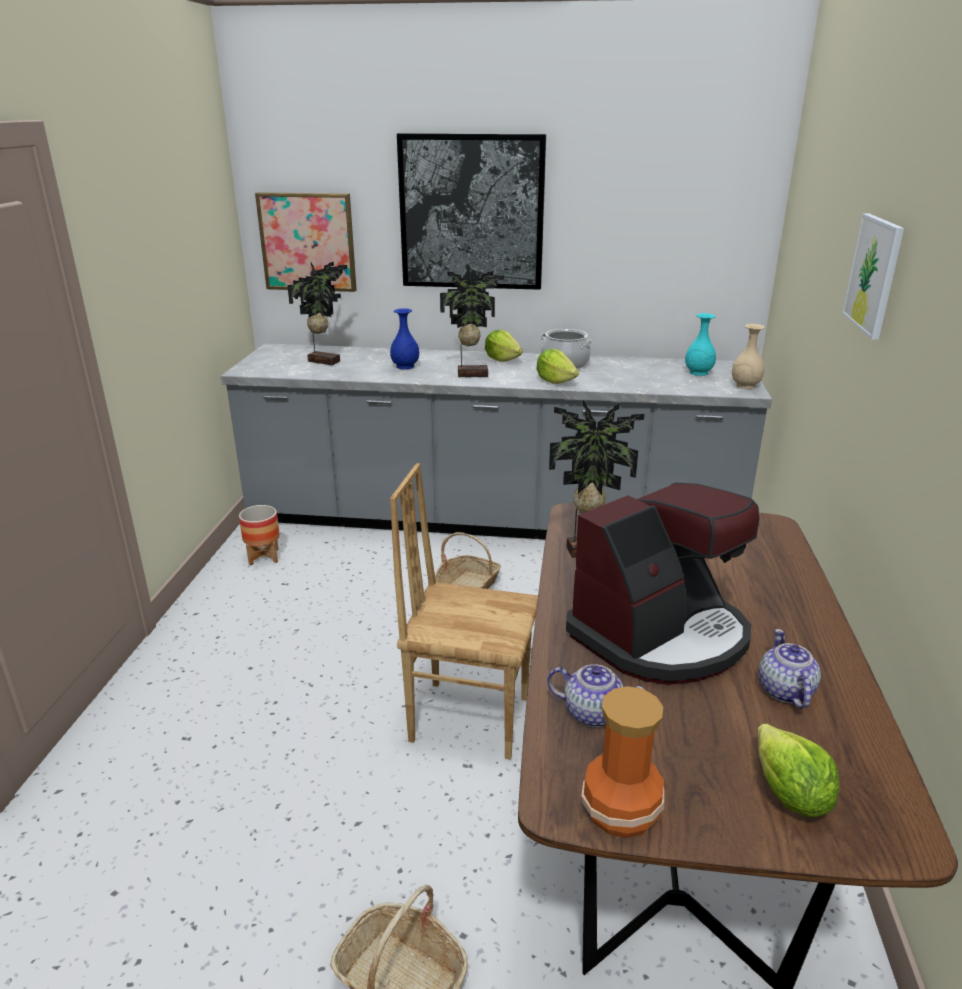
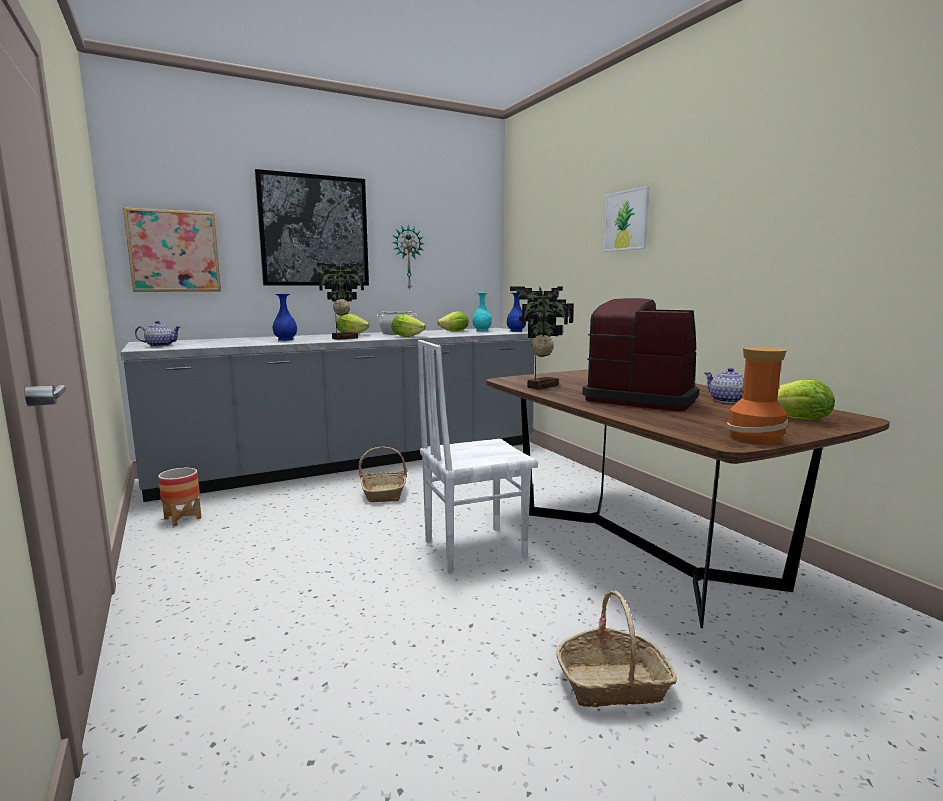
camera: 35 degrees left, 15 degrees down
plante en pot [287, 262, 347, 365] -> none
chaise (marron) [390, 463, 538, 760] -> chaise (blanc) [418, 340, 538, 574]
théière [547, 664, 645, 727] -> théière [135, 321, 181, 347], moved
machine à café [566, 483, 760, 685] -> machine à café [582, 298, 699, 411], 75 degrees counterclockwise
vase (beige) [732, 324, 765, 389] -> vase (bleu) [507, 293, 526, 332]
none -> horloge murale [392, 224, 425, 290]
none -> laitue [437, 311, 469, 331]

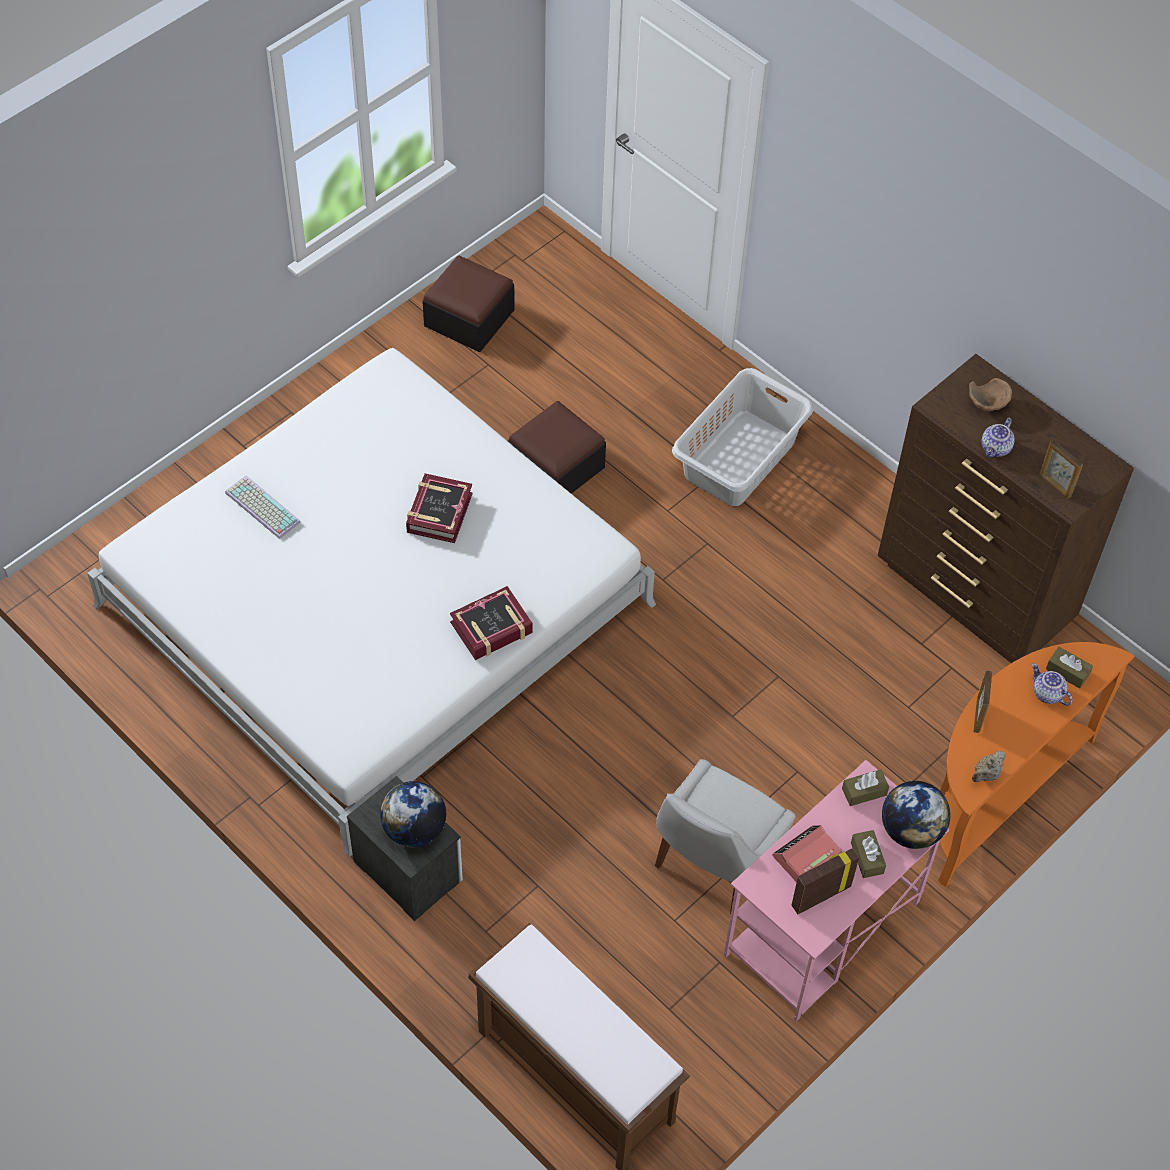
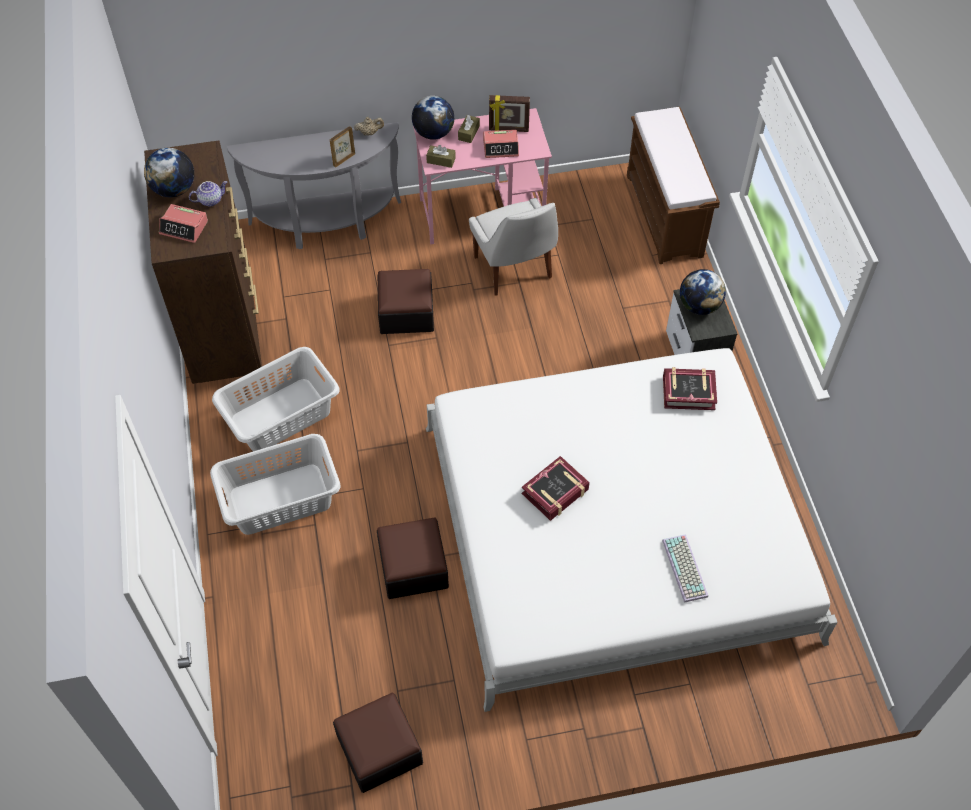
camera: 145 degrees left, 0 degrees up
livre [450, 586, 533, 660] -> livre [663, 367, 717, 410], moved
chaise (blanc) [655, 759, 795, 914] -> chaise (blanc) [469, 198, 558, 296], 90 degrees clockwise
table console (orange) [938, 642, 1134, 887] -> table console (gris) [227, 122, 401, 249]
bol (marron) [969, 378, 1012, 411] -> réveil [159, 204, 208, 243]
théière [1032, 663, 1073, 706] -> none
cadre photo [1039, 440, 1083, 499] -> none
boîte à mouchoirs (marron) [1046, 647, 1093, 689] -> none
none -> globe [144, 148, 194, 197]
none -> panier à linge (gris) [212, 347, 340, 451]
none -> pouf [378, 269, 434, 334]

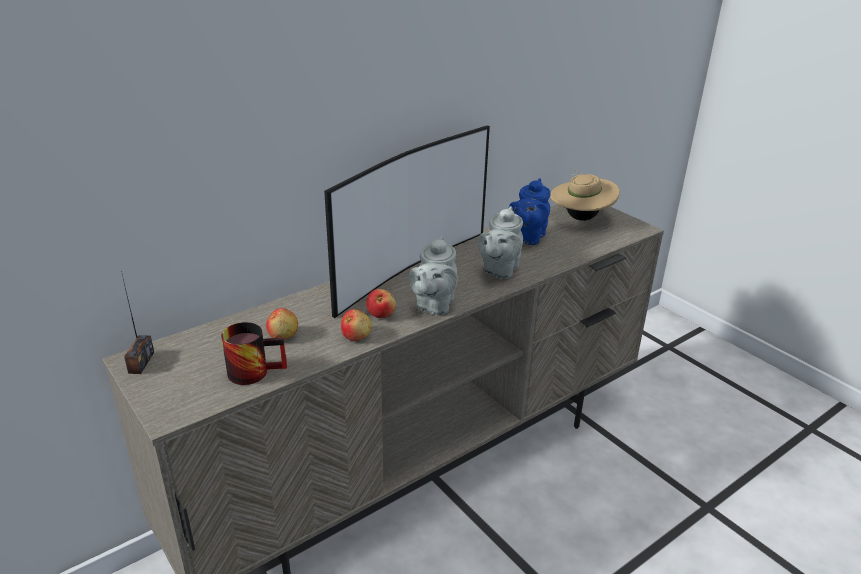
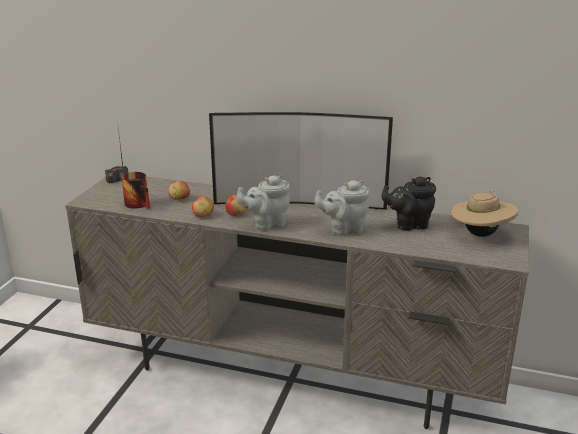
camera: 55 degrees right, 5 degrees down
théière (bleu) [508, 178, 551, 245] -> théière (noir) [382, 177, 436, 231]

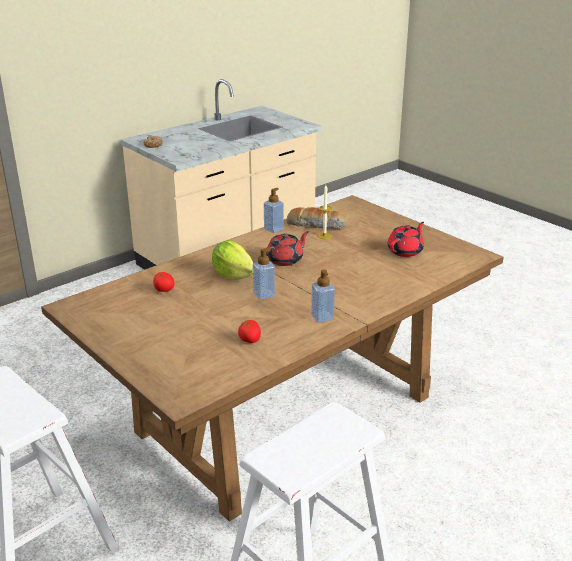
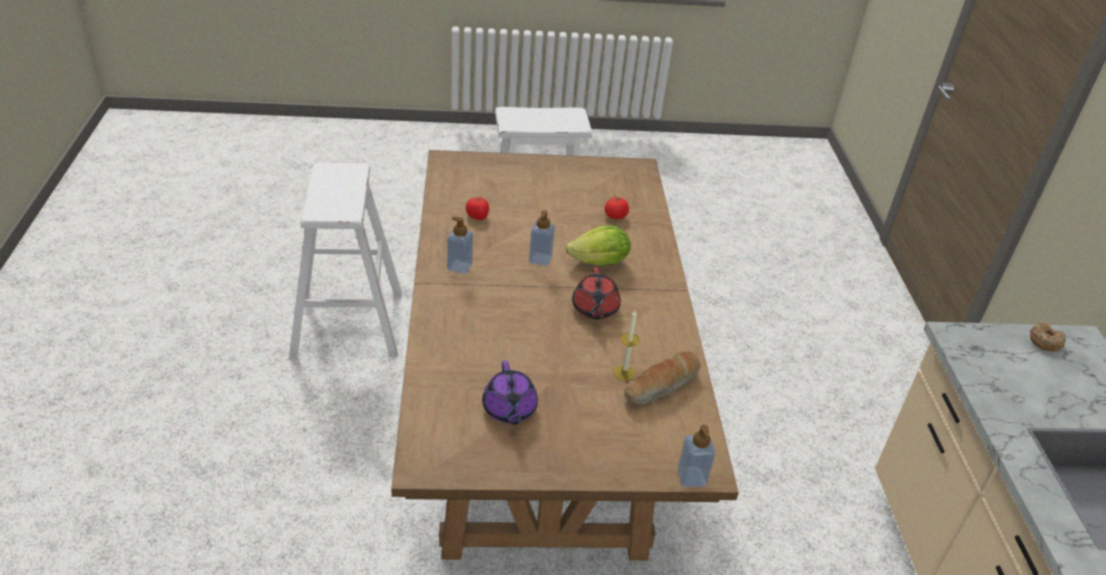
camera: 125 degrees right, 10 degrees up
distributeur de savon [264, 188, 284, 233] -> distributeur de savon [677, 425, 716, 488], moved
théière (rouge) [387, 222, 424, 257] -> théière (violet) [482, 361, 538, 425]

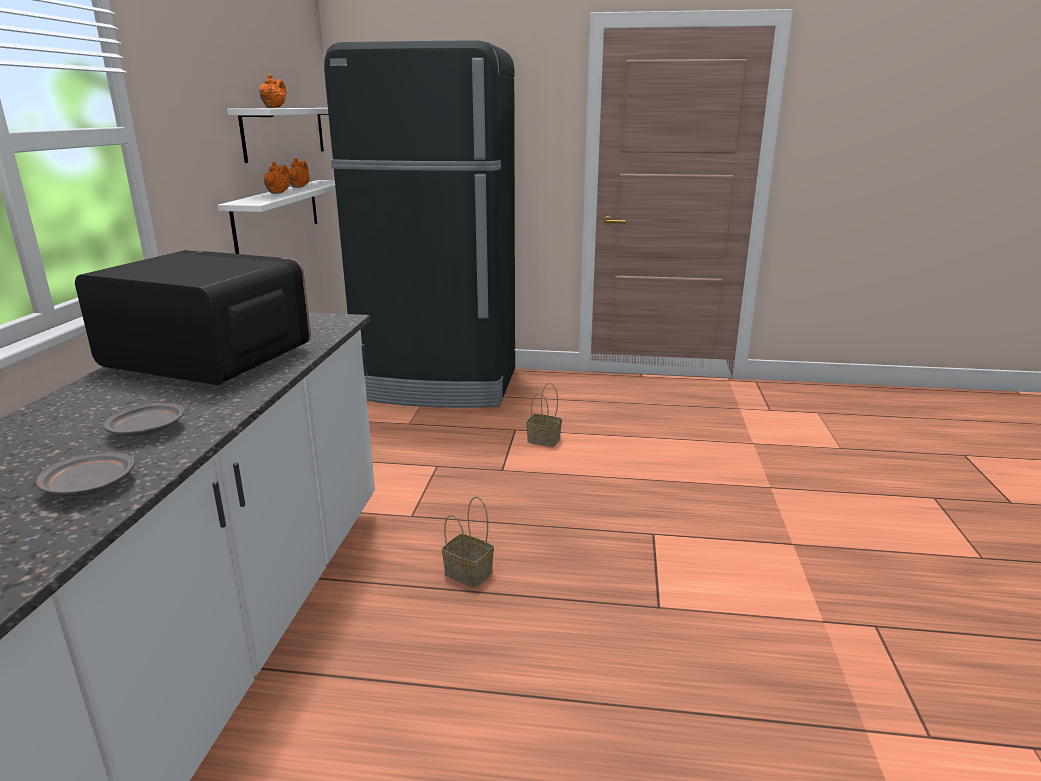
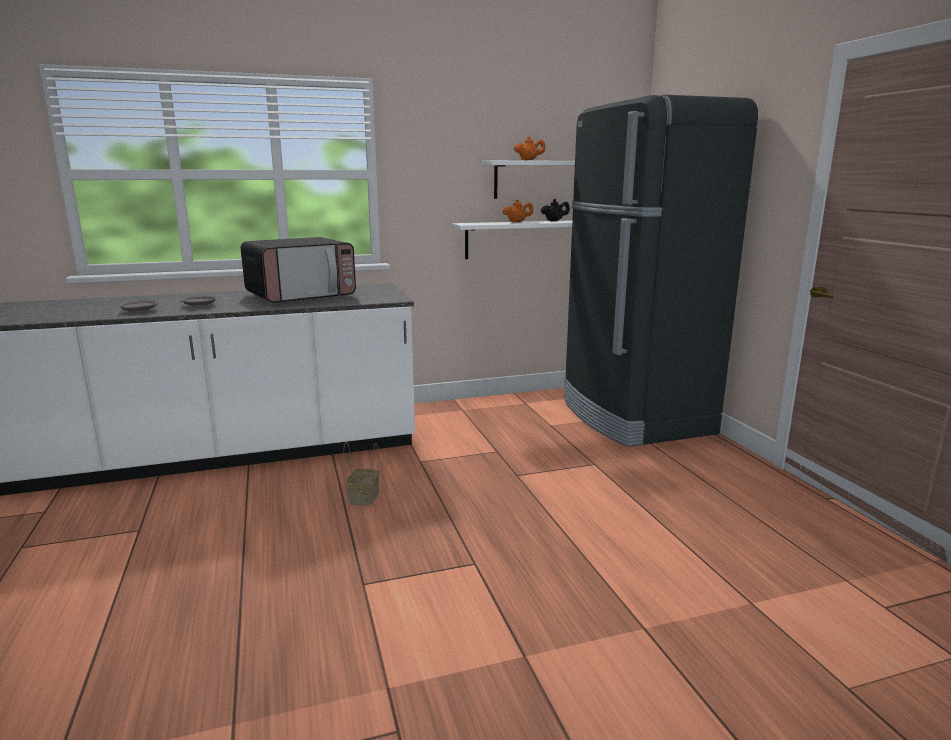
camera: 65 degrees right, 5 degrees down
micro-ondes [75, 250, 311, 385] -> micro-ondes [241, 237, 356, 303], 60 degrees clockwise
théière (orange) [288, 158, 310, 188] -> théière (noir) [541, 199, 570, 221]
panier [526, 383, 562, 447] -> none

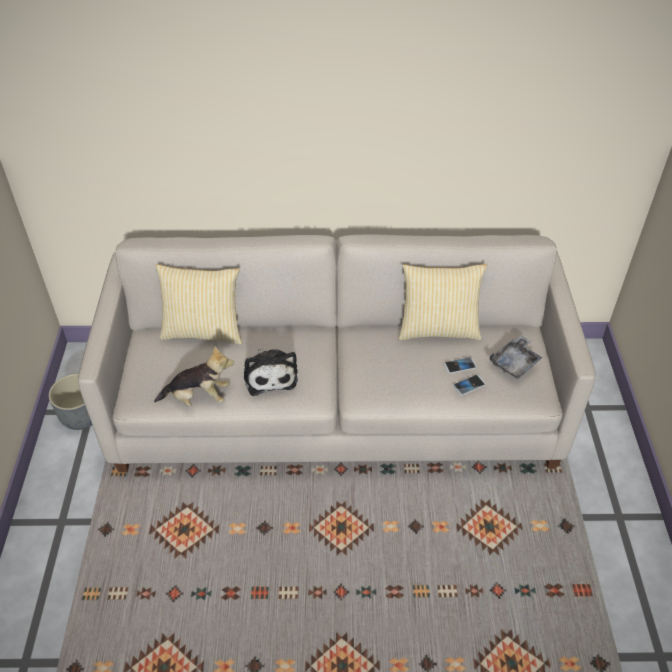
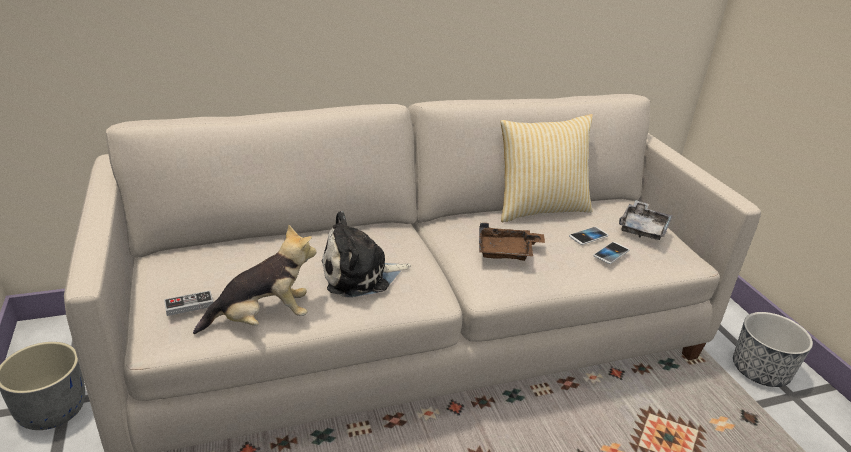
camera: 20 degrees left, 15 degrees down
coussin [156, 264, 242, 344] -> none
peluche [244, 349, 298, 396] -> peluche [322, 211, 410, 297], 105 degrees clockwise
none -> manette [164, 290, 213, 316]
none -> plateau (marron) [479, 223, 545, 261]
none -> cache-pot [733, 312, 813, 387]

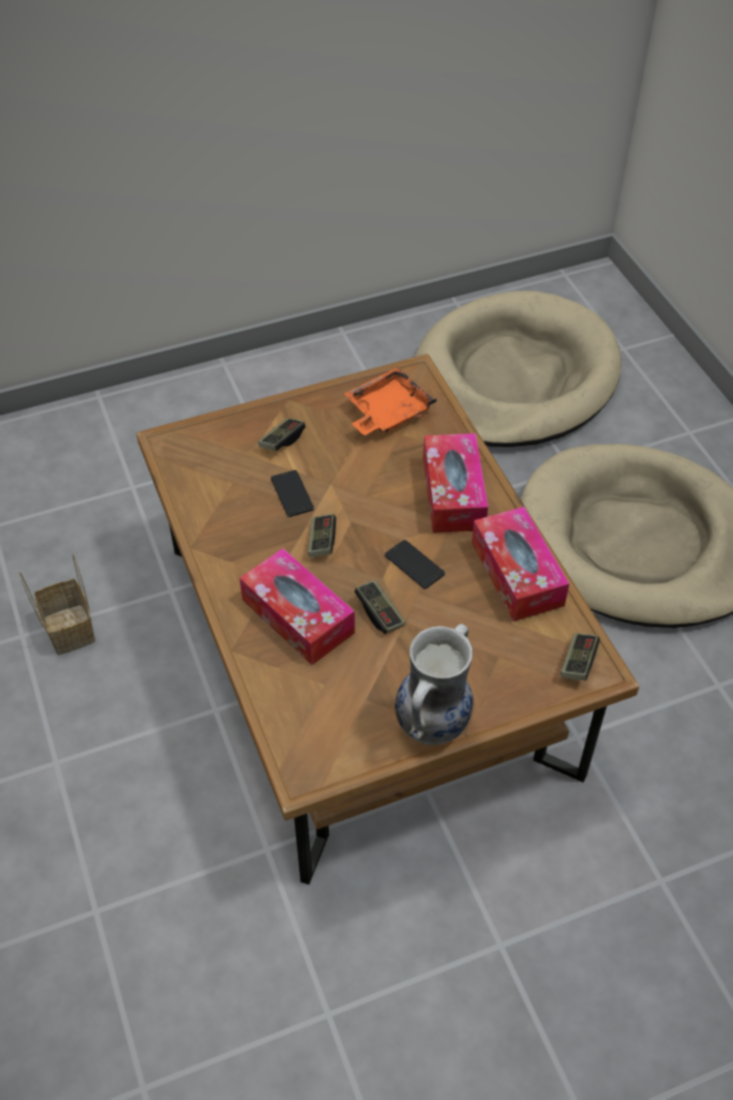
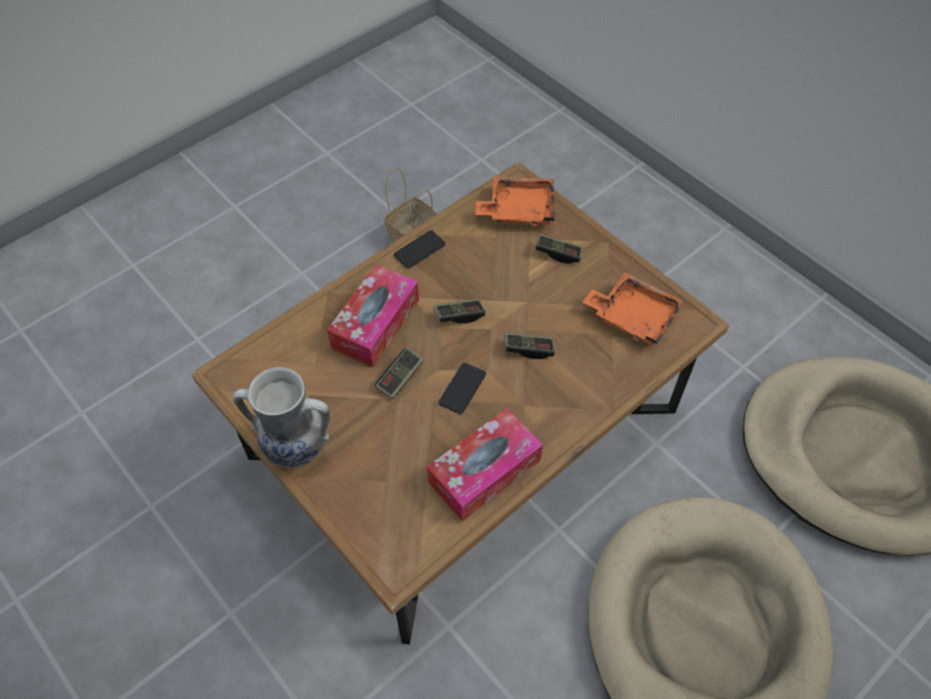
camera: 70 degrees right, 5 degrees up
téléphone [271, 470, 314, 517] -> téléphone [394, 230, 446, 269], moved
boîte à mouchoirs [423, 433, 488, 533] -> none
manette [561, 633, 600, 681] -> manette [504, 332, 555, 359], moved
none -> plateau (orange) [475, 176, 554, 226]

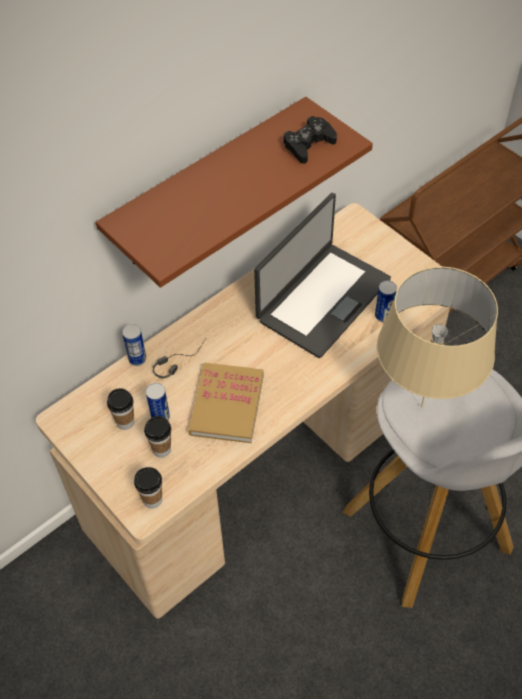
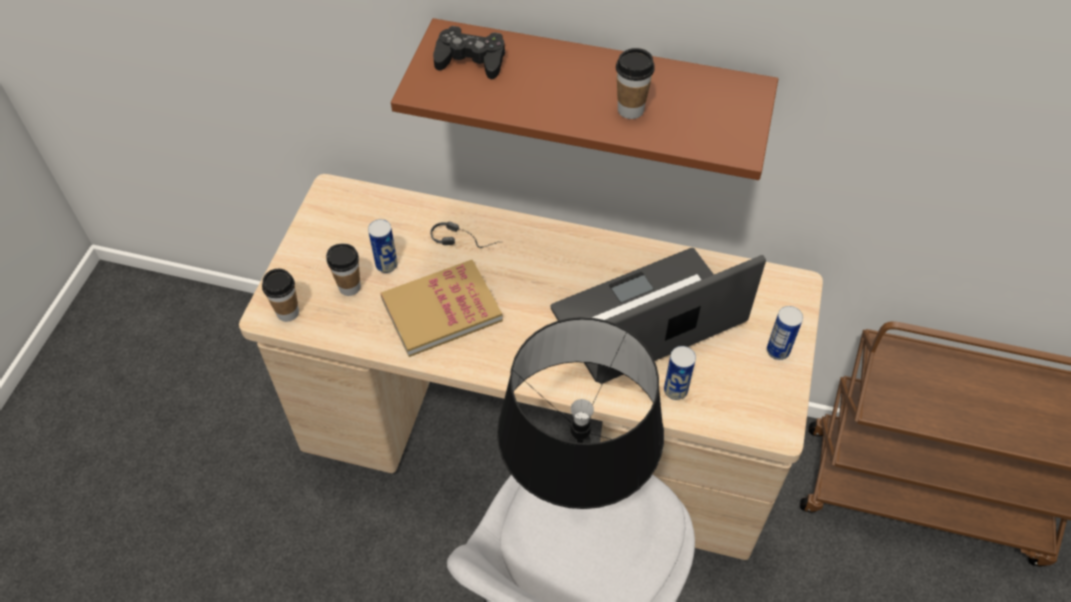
camera: 55 degrees right, 0 degrees up
tasse [107, 388, 134, 430] -> tasse [616, 48, 655, 119], moved
boîte métallique [122, 324, 146, 366] -> boîte métallique [767, 306, 803, 360], moved
ordinateur portable [254, 193, 391, 358] -> ordinateur portable [551, 248, 766, 384], 150 degrees clockwise
manette (noir) [283, 116, 337, 164] -> manette (noir) [433, 26, 505, 79], moved
lampe de table (beige) [377, 267, 498, 407] -> lampe de table (noir) [497, 317, 664, 509]

